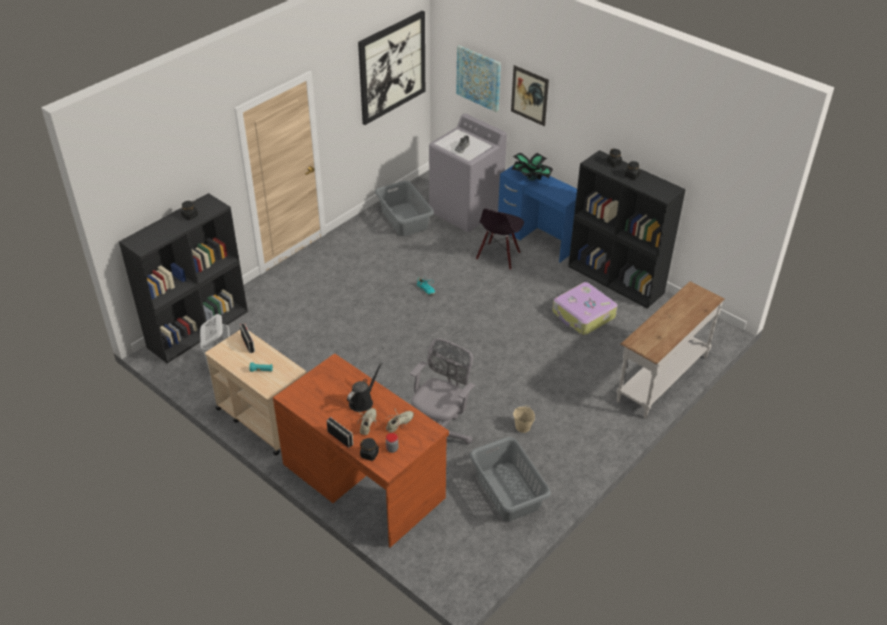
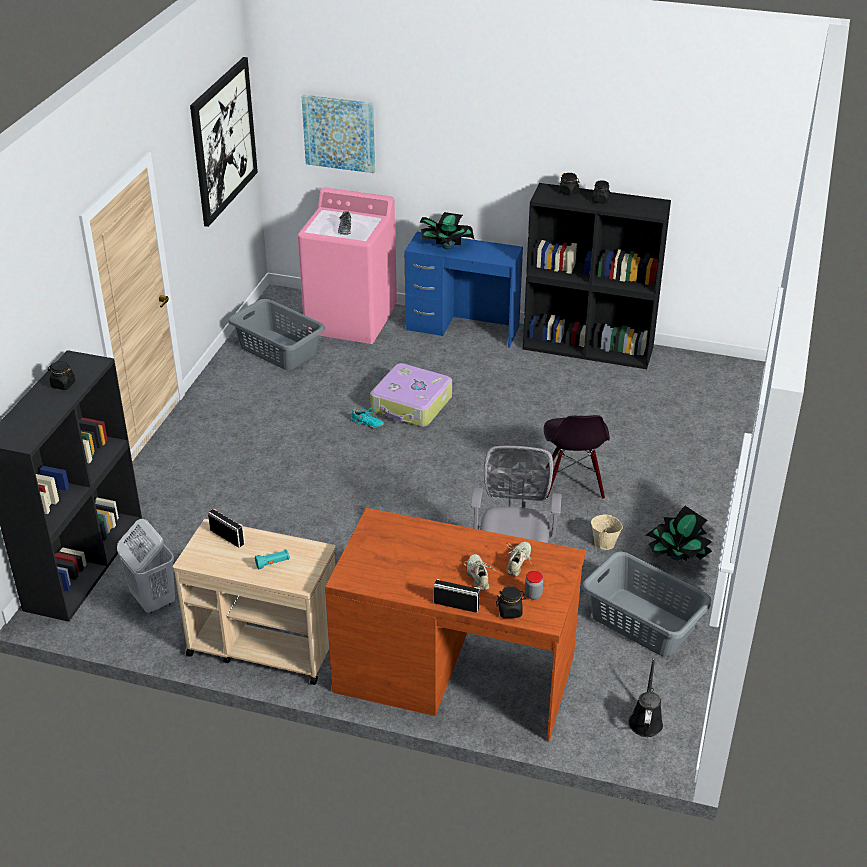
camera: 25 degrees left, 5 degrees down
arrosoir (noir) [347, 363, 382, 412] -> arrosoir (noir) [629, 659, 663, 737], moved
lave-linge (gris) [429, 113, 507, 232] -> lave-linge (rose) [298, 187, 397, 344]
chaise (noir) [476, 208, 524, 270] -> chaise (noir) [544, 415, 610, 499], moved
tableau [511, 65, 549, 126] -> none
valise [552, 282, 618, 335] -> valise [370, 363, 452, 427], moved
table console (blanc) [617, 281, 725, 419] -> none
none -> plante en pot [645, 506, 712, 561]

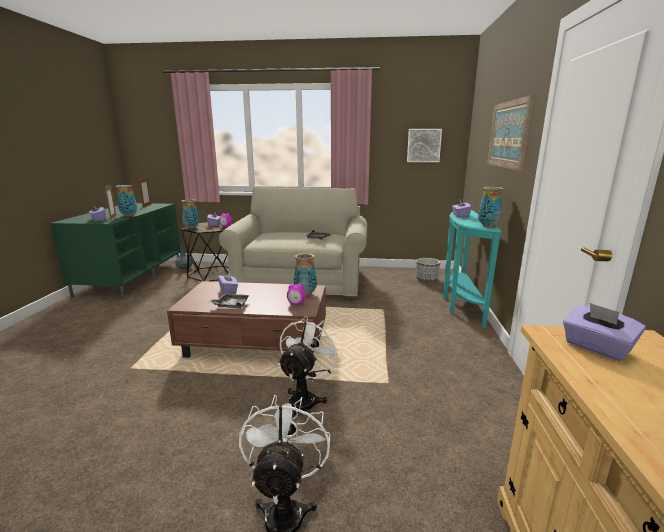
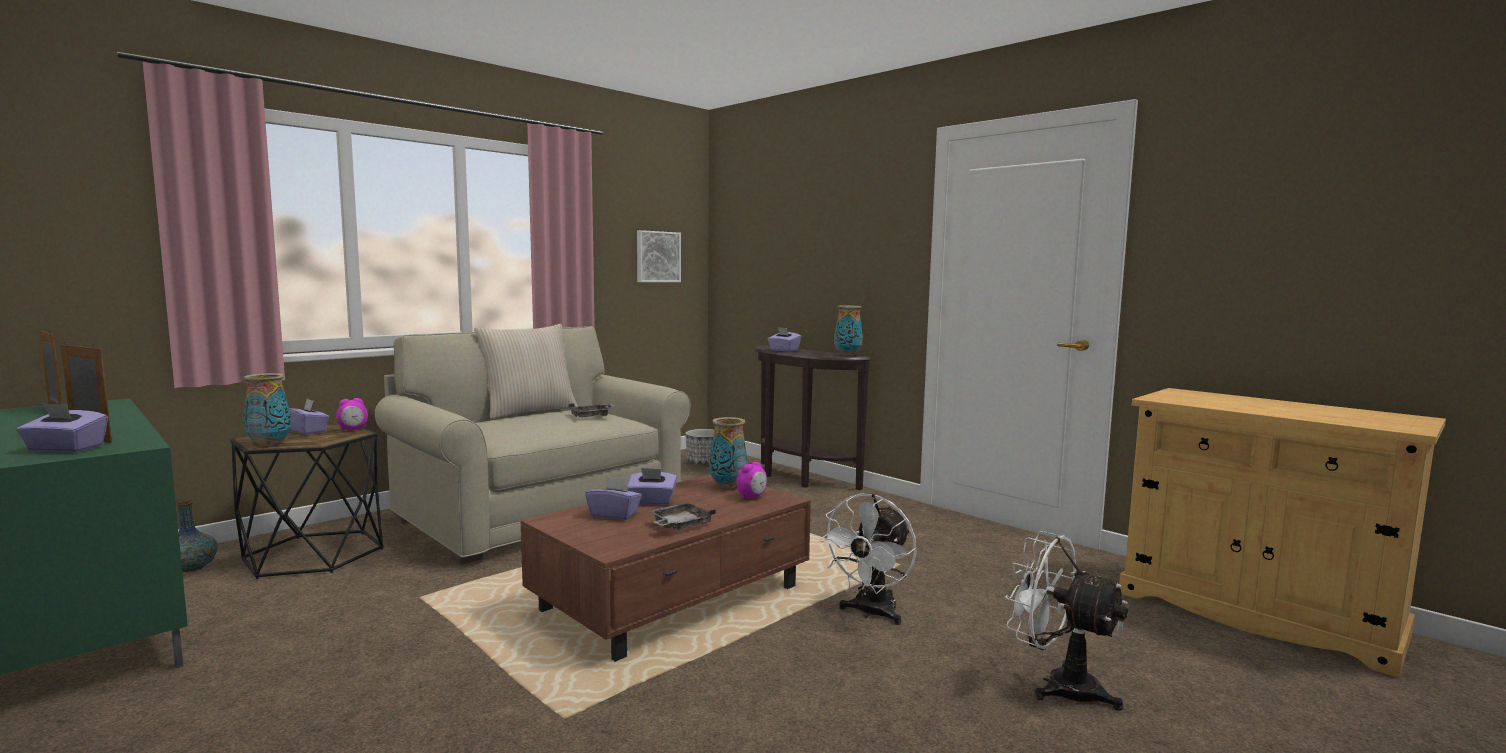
camera: 50 degrees left, 10 degrees down
vase [116, 185, 137, 216] -> none
ventilateur (blanc) [278, 316, 341, 419] -> ventilateur (blanc) [819, 493, 917, 625], 120 degrees counterclockwise
table console (turquoise) [443, 210, 501, 328] -> table console (marron) [754, 345, 871, 490]
tableau [487, 95, 534, 171] -> none
boîte à mouchoirs (violet) [563, 303, 646, 361] -> boîte à mouchoirs (violet) [627, 468, 677, 505], moved
none -> coussin (beige) [474, 324, 578, 419]

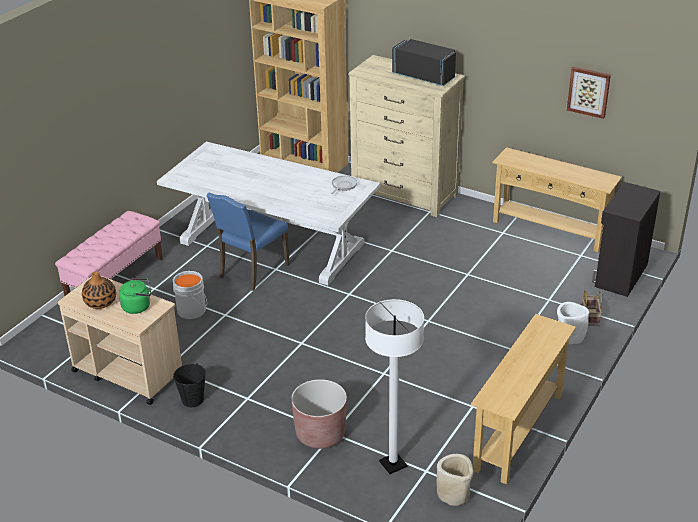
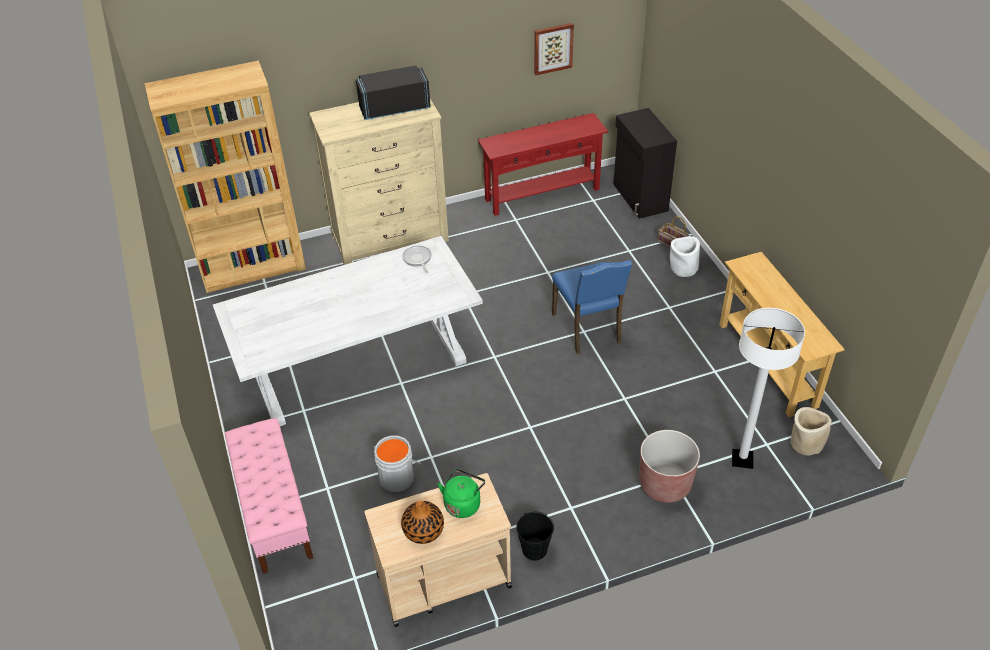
camera: 50 degrees left, 10 degrees up
chaise (bleu) [206, 193, 290, 291] -> chaise (bleu) [552, 260, 632, 354], moved
table console (beige) [492, 147, 622, 252] -> table console (rouge) [478, 113, 608, 216]

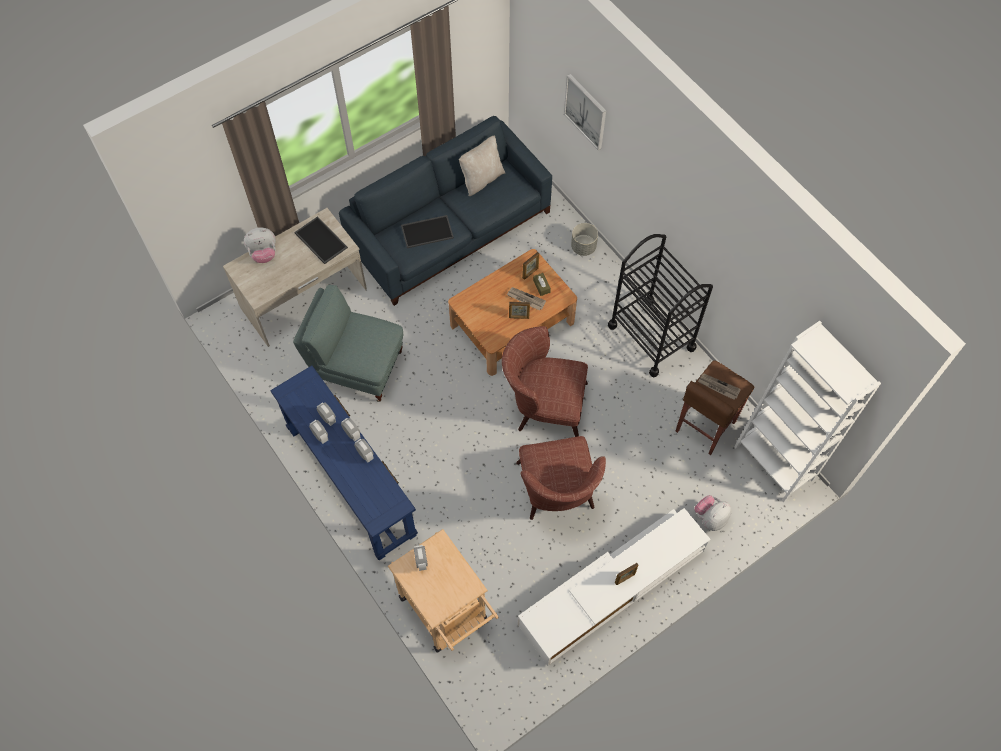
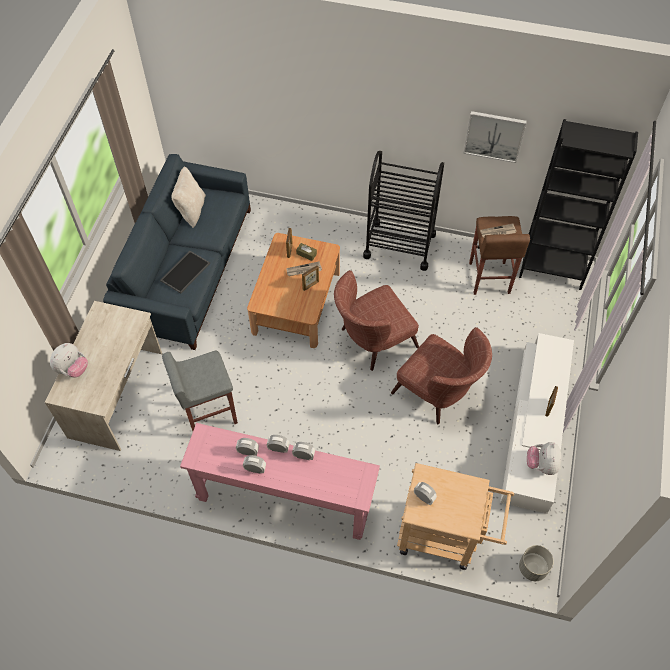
camera: 40 degrees left, 5 degrees down
table console (bleu) [270, 366, 418, 561] -> table console (rose) [180, 423, 380, 540]
fauteuil (gris) [293, 285, 403, 402] -> tabouret (gris) [162, 351, 238, 431]
plateau [294, 216, 348, 264] -> none
tableau [564, 74, 606, 150] -> tableau [463, 111, 527, 163], moved
cache-pot (gris) [571, 223, 598, 256] -> cache-pot (gris) [519, 545, 553, 581], moved
peluche [694, 495, 732, 531] -> peluche [527, 442, 561, 475], moved
bibliothèque (blanc) [734, 321, 881, 502] -> bibliothèque (noir) [519, 119, 638, 290]

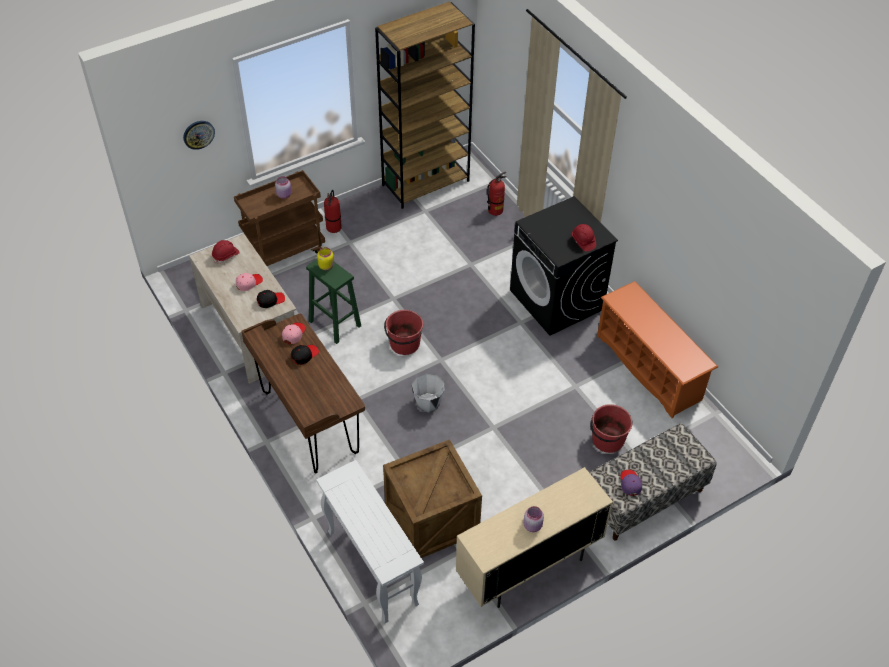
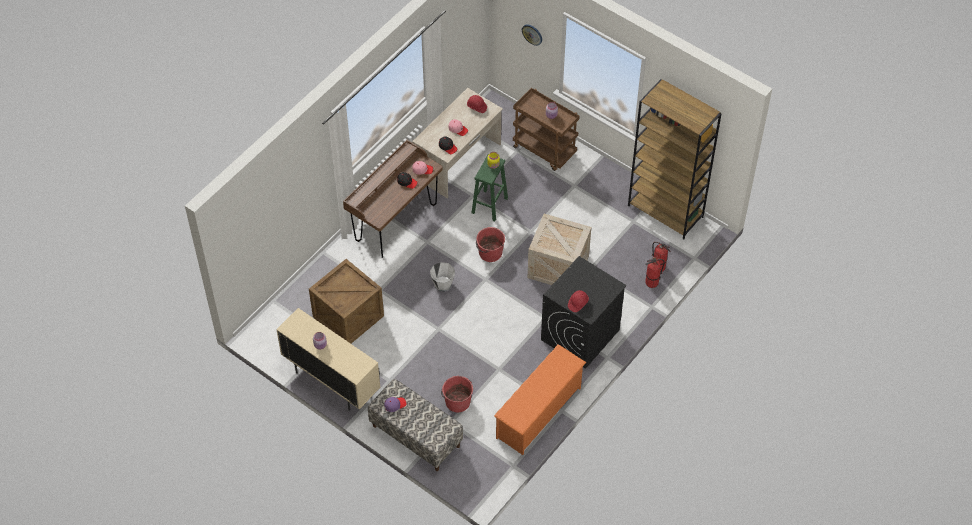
camera: 70 degrees right, 5 degrees up
table console (blanc) [316, 460, 424, 623] -> none
extincteur [324, 190, 342, 233] -> extincteur [645, 257, 665, 288], moved
none -> caisse [528, 214, 591, 285]

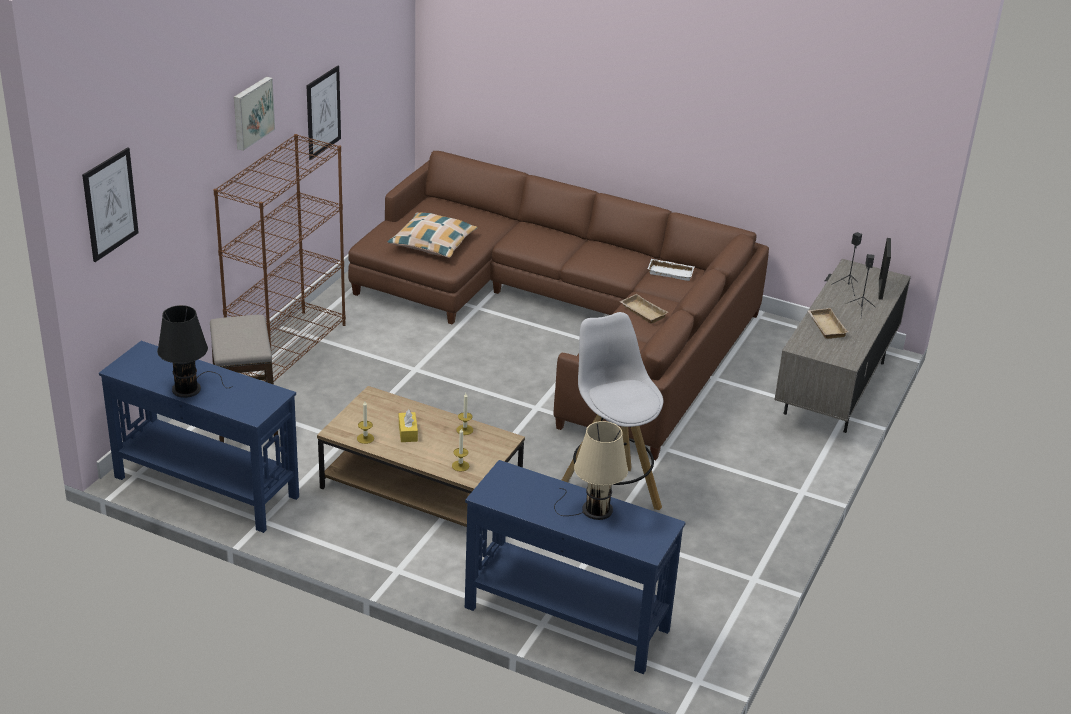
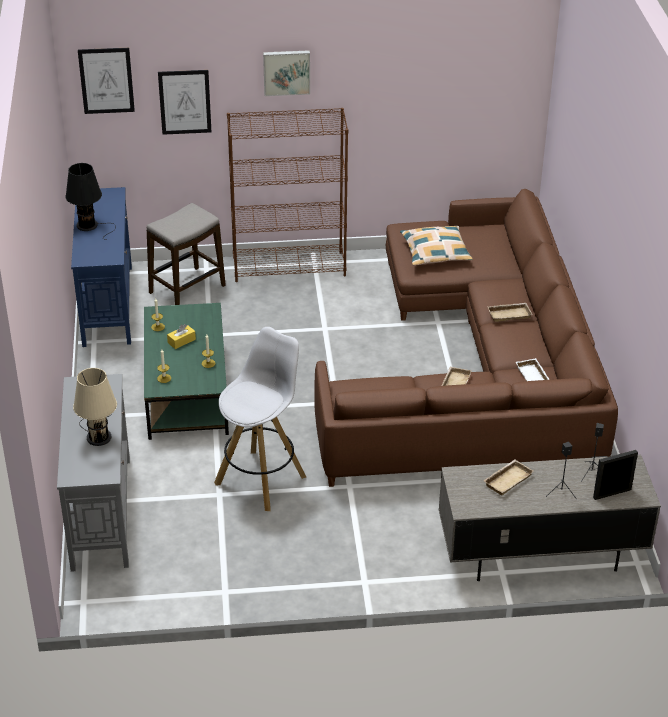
camera: 60 degrees right, 5 degrees up
tableau [306, 66, 341, 160] -> tableau [158, 70, 211, 135], moved
table basse (marron) [317, 386, 525, 527] -> table basse (vert) [144, 303, 229, 440]
table console (bleu) [465, 460, 686, 674] -> table console (gris) [57, 374, 130, 572]
none -> plateau (beige) [487, 303, 533, 322]

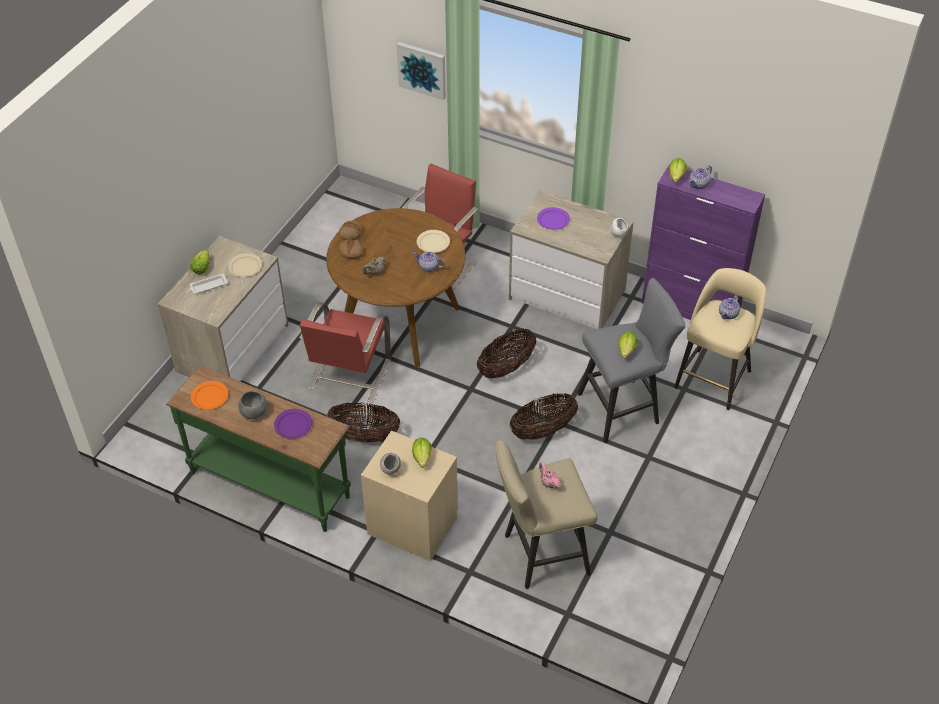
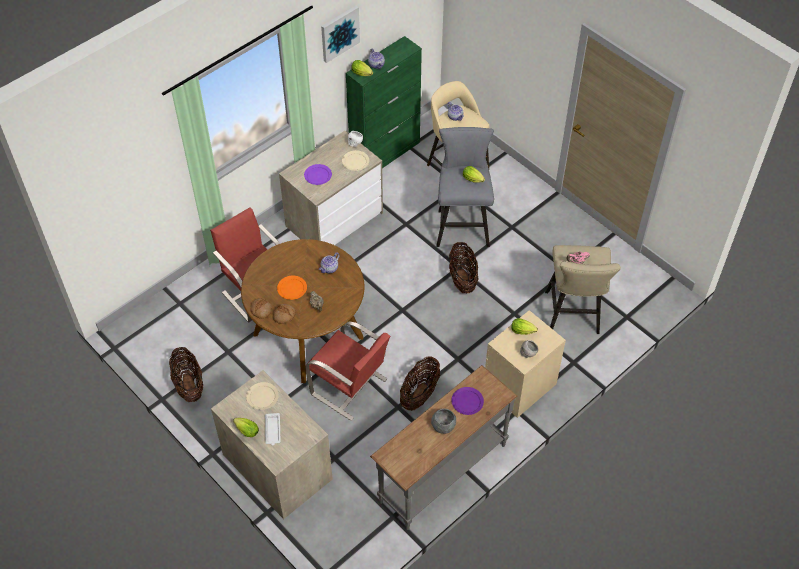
camera: 70 degrees left, 5 degrees up
table console (vert) [166, 365, 351, 532] -> table console (gris) [370, 365, 517, 530]
assiette (orange) [191, 381, 228, 410] -> assiette (orange) [277, 276, 307, 300], moved
tableau [397, 42, 446, 100] -> tableau [321, 6, 360, 63], moved
assiette (beige) [417, 230, 450, 253] -> assiette (beige) [342, 150, 369, 171], moved
panier [477, 329, 537, 378] -> panier [169, 347, 203, 402], moved
meuble de rangement (violet) [642, 165, 765, 320] -> meuble de rangement (vert) [346, 36, 422, 168]

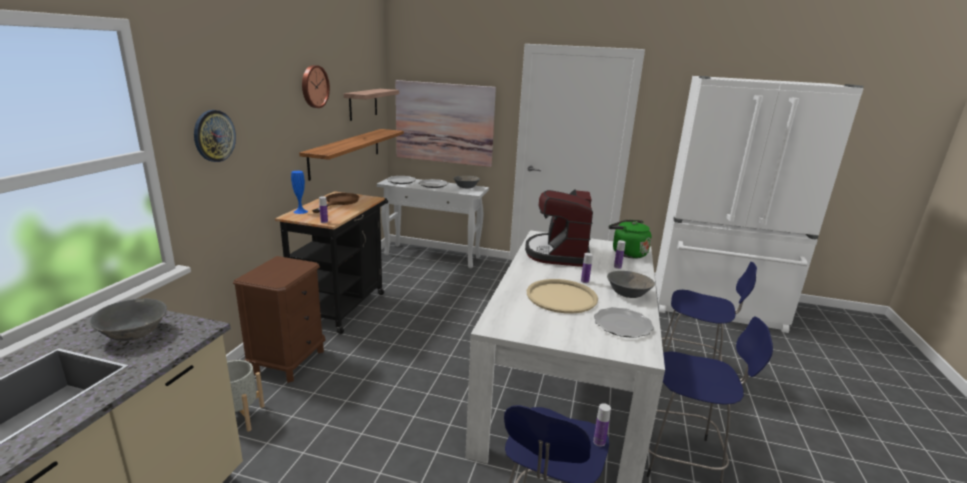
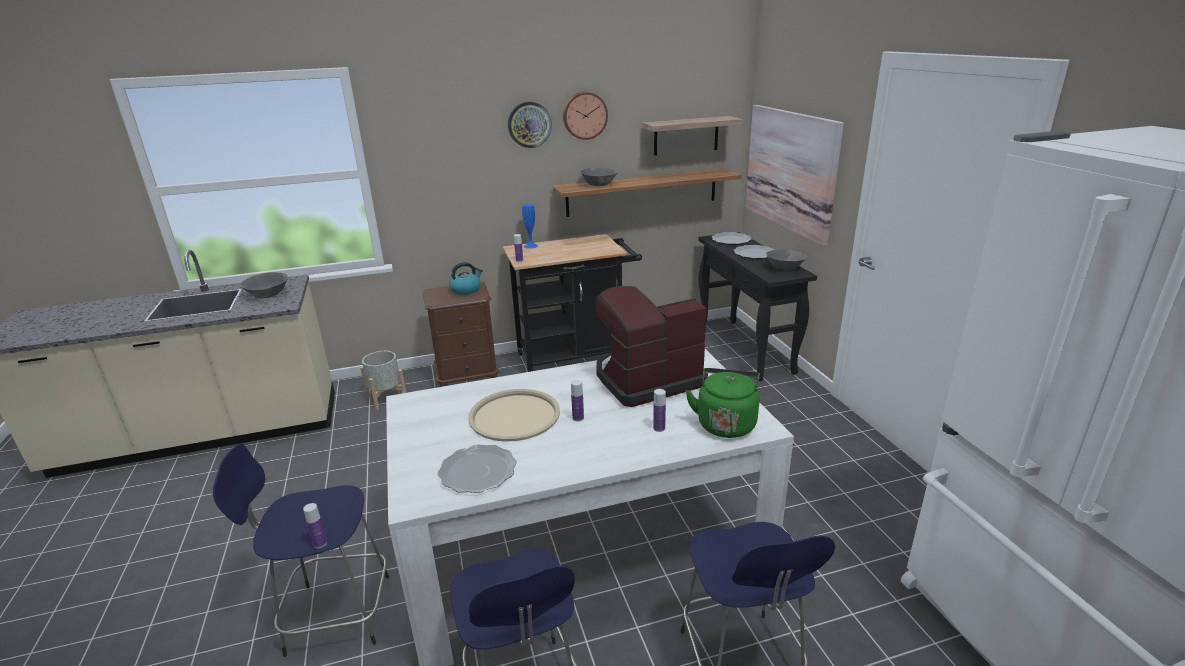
camera: 60 degrees right, 5 degrees up
horloge murale [194, 110, 236, 162] -> horloge murale [508, 102, 552, 148], moved
poêle (marron) [312, 193, 359, 213] -> none
table console (blanc) [377, 176, 489, 268] -> table console (noir) [698, 232, 817, 381]
bol (gris) [607, 271, 655, 298] -> bol (gris) [580, 168, 618, 186], moved
none -> bouilloire [449, 262, 483, 295]

